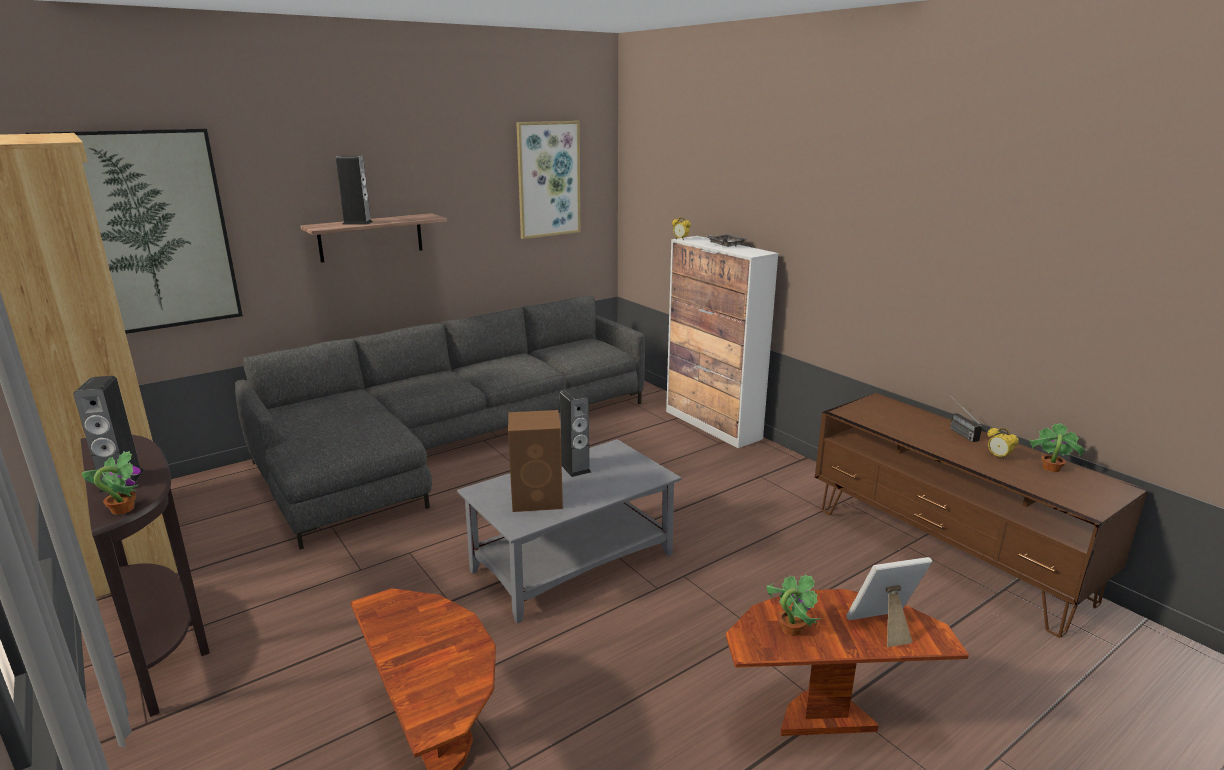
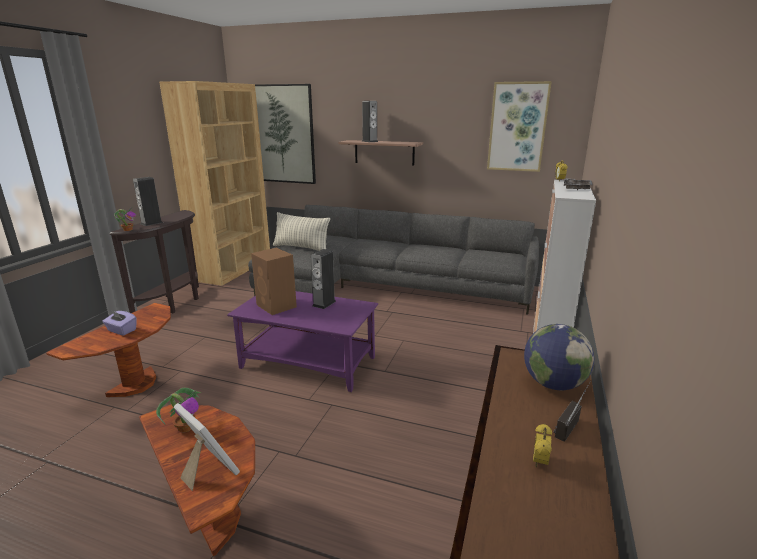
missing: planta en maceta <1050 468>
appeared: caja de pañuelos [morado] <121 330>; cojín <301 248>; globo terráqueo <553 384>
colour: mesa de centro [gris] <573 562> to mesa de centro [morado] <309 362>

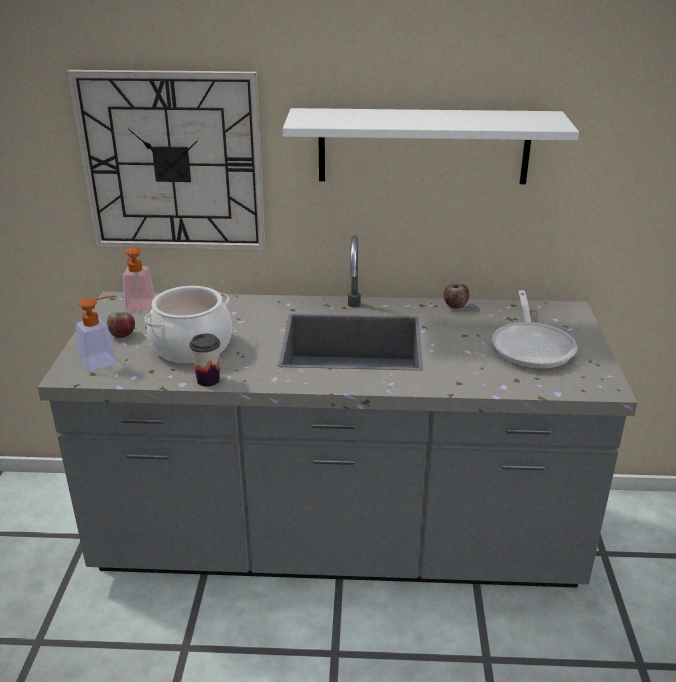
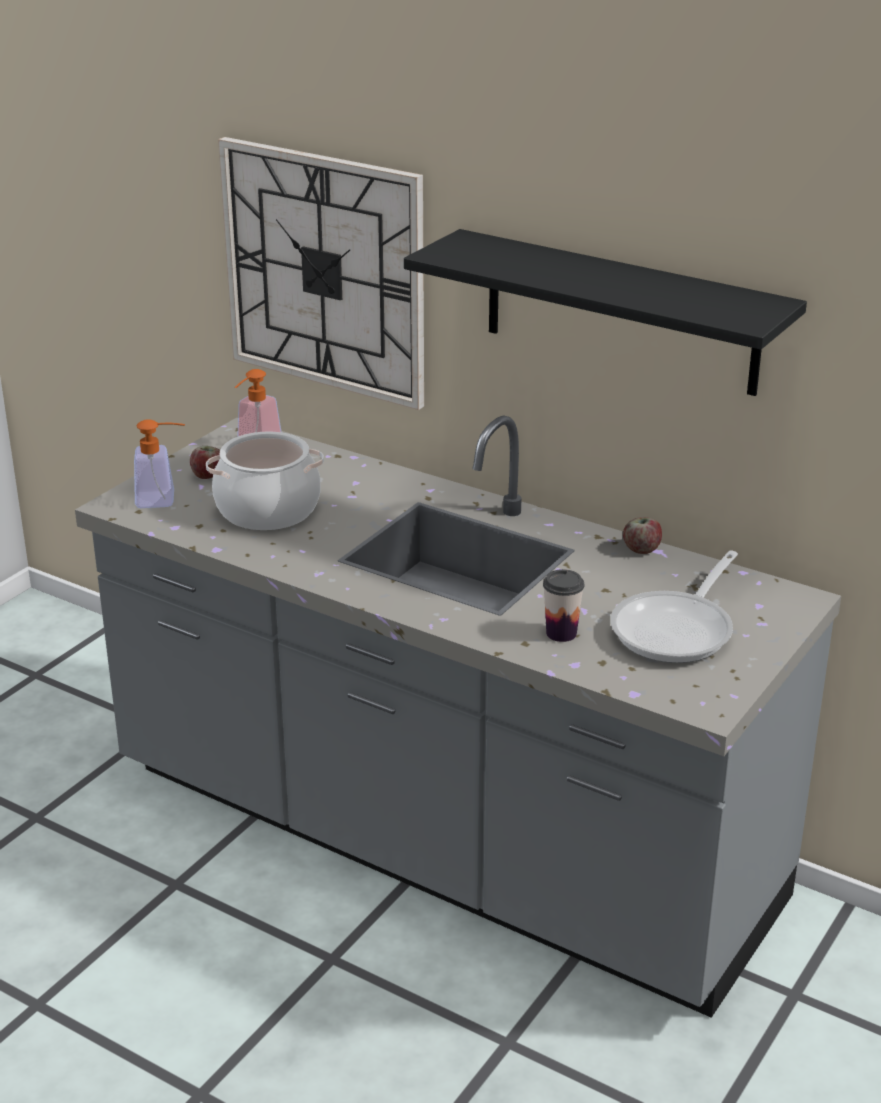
relocated: taza <208 380> to <561 633>
colour: estante [blanco] <423 146> to estante [negro] <620 312>

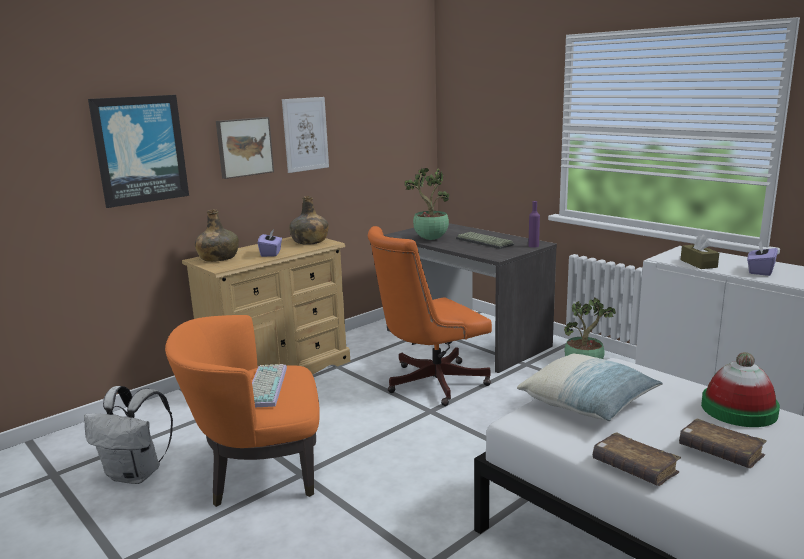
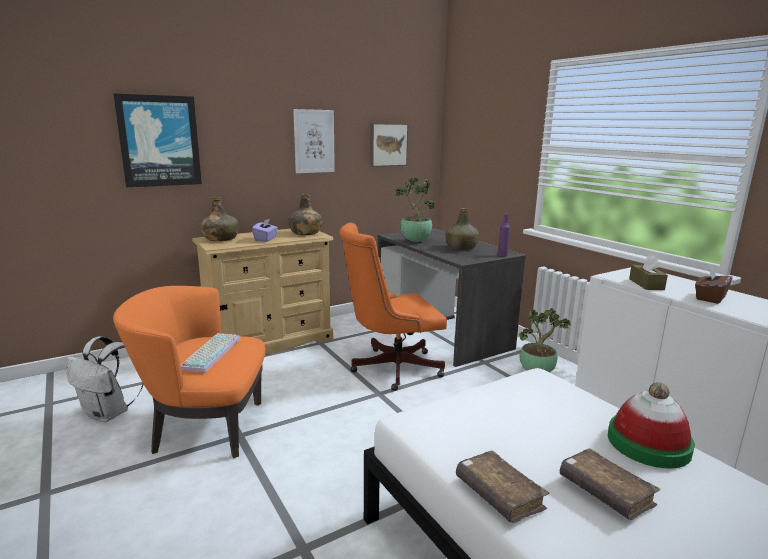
missing: cojín <588 403>
relocated: cuadro <244 147> to <387 144>
exchanged: teclado <485 241> to botella [verde] <461 247>
colour: caja de pañuelos [morado] <760 271> to caja de pañuelos [marrón] <709 298>

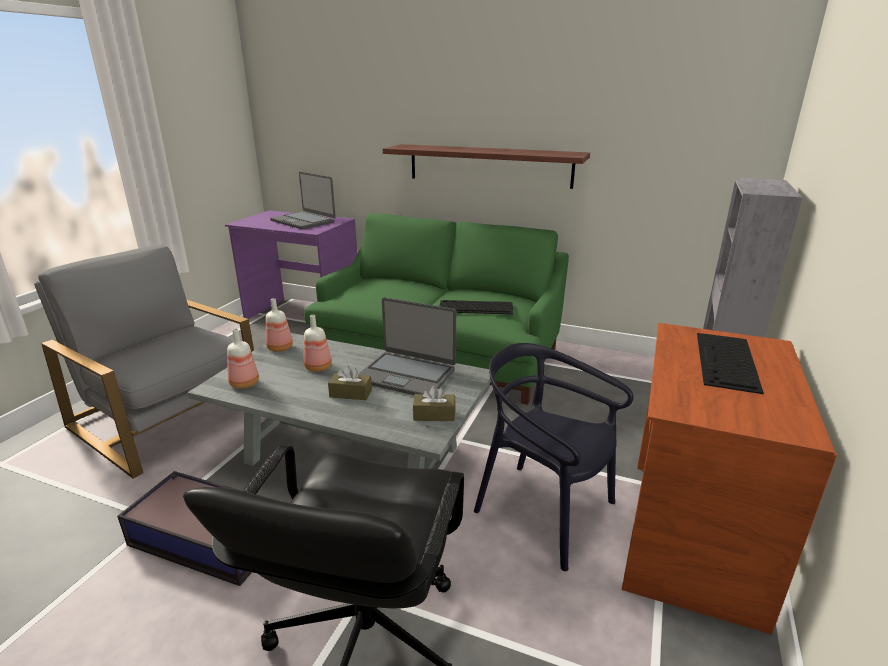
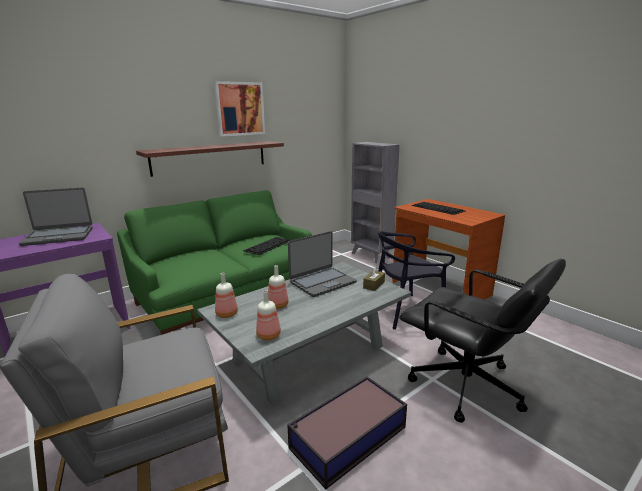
missing: caja de pañuelos [marrón] <350 393>
appeared: cuadro <240 109>

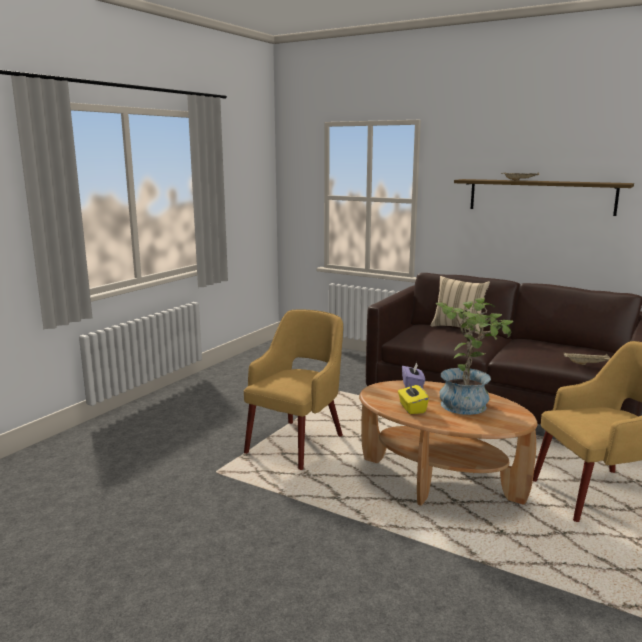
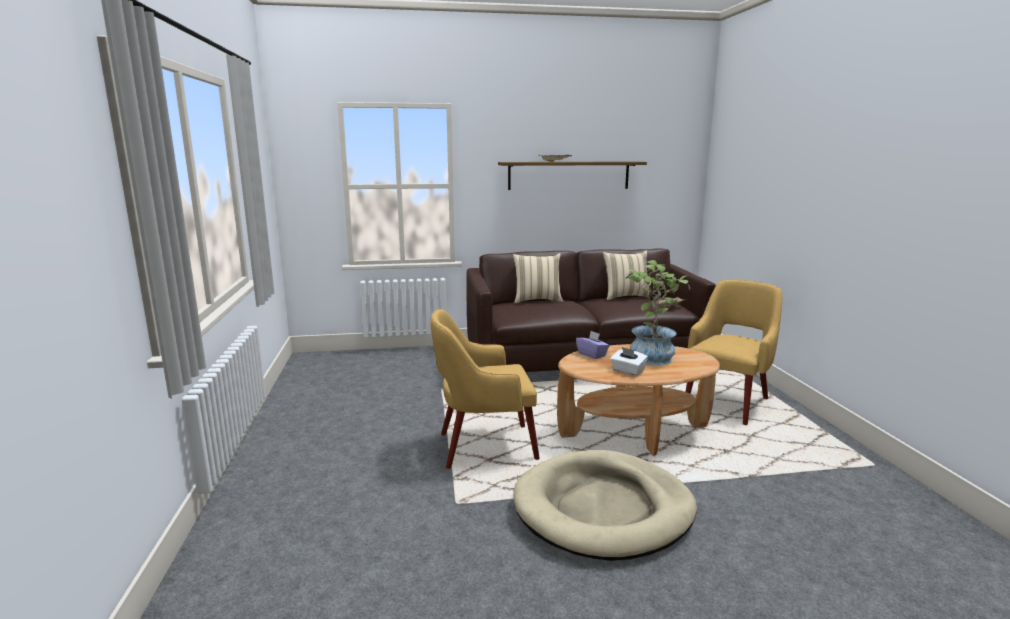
appeared: cama para perro [beis] <603 509>; cojín [beis] <625 296>
colour: caja de pañuelos [amarillo] <412 408> to caja de pañuelos [blanco] <628 371>
spun: sillón [amarillo] <297 443> = <484 446> 90 degrees counterclockwise

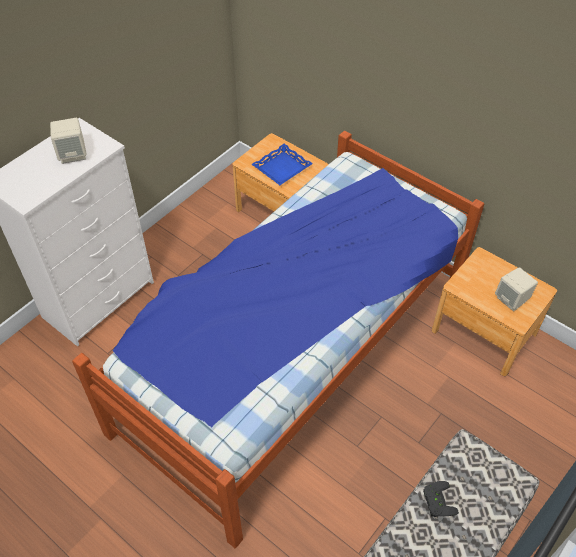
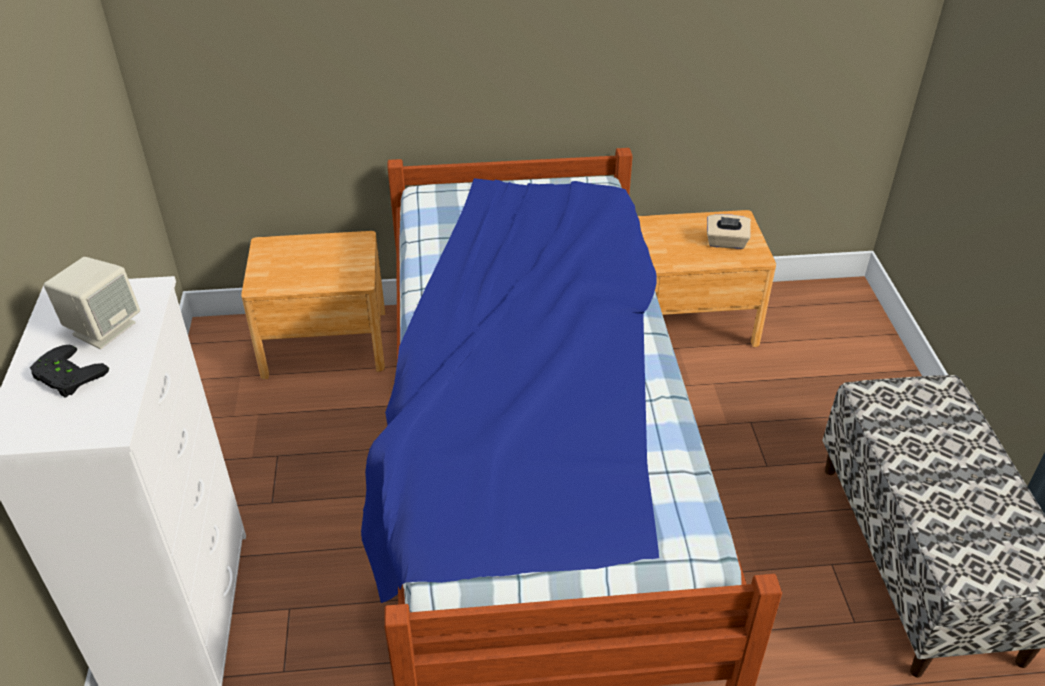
missing: bandeja [azul] <282 168>
relocated: mando de consola [negro] <436 501> to <65 377>
exchanged: altavoz [beis] <512 299> to caja de pañuelos [beis] <726 242>

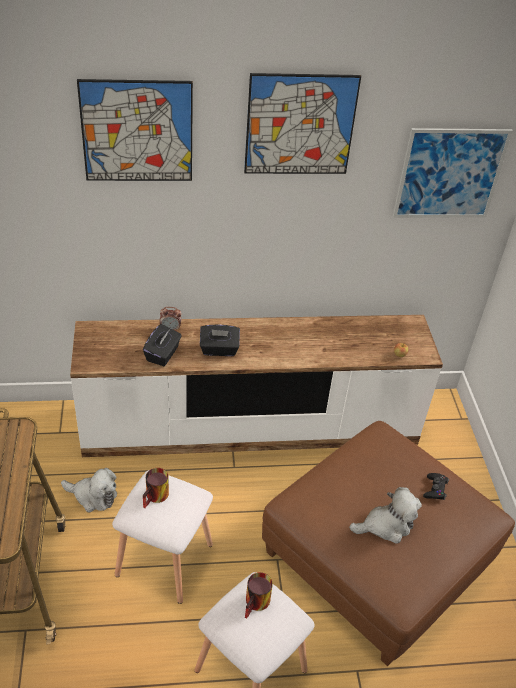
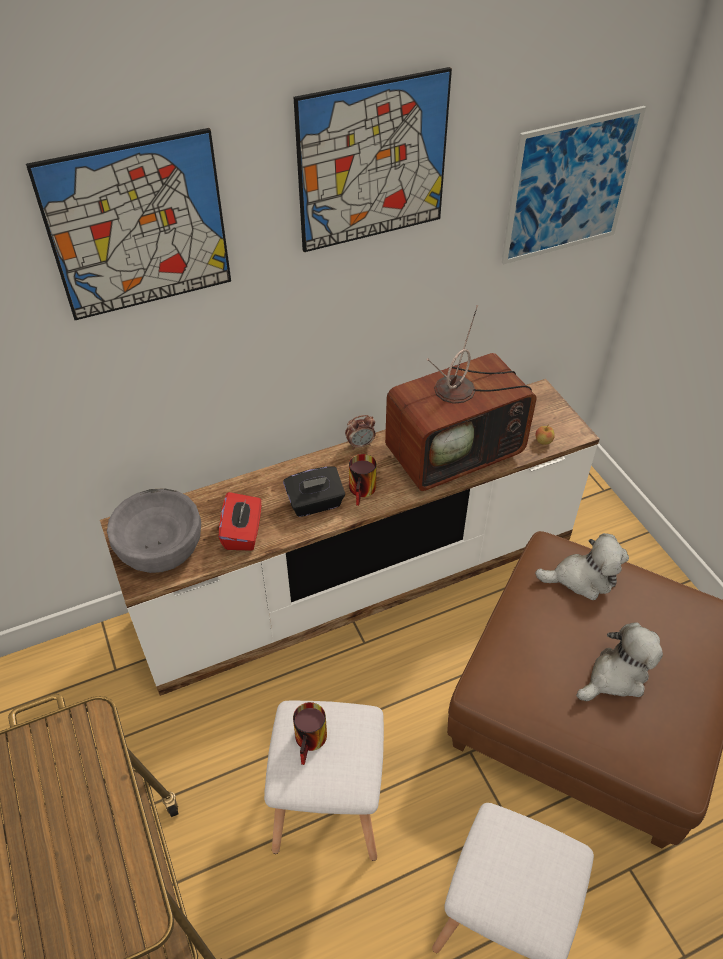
missing: mando de consola [negro] <435 489>
appeared: cuenco [gris] <160 546>; televisor <455 450>
relocated: peluche <93 496> to <582 578>; despertador <170 329> to <360 444>; taza grande <257 604> to <364 491>
colour: caja de pañuelos [negro] <163 354> to caja de pañuelos [rojo] <243 533>

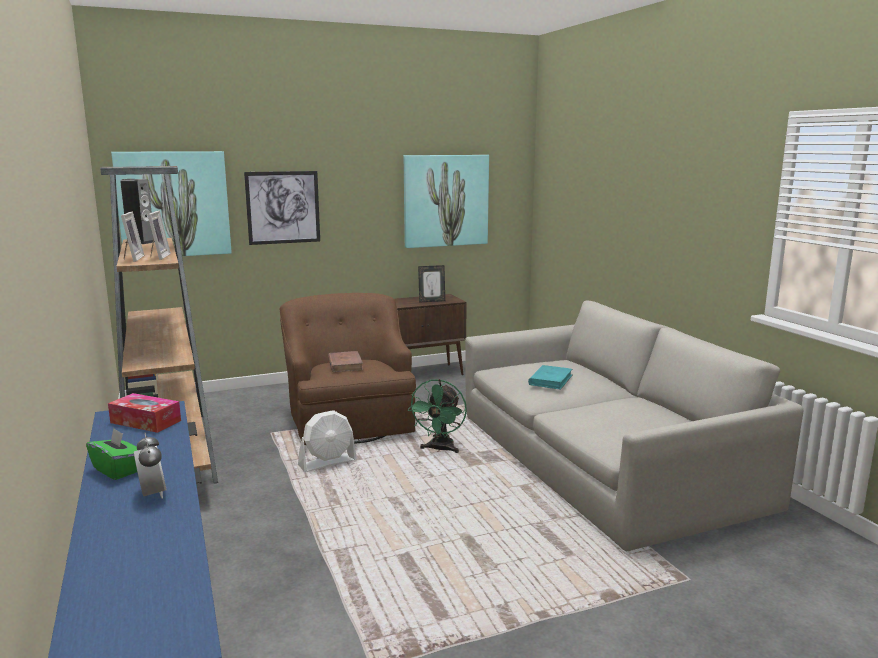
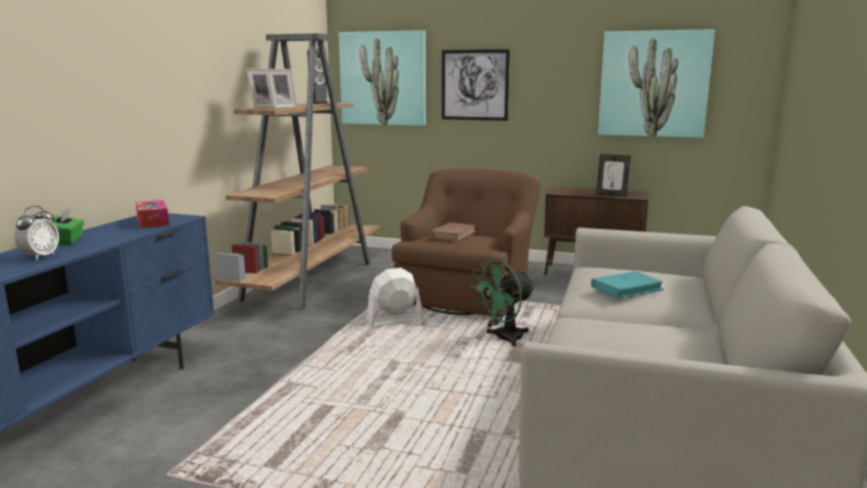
spun: ventilador [blanco] <328 463> = <395 320> 150 degrees clockwise

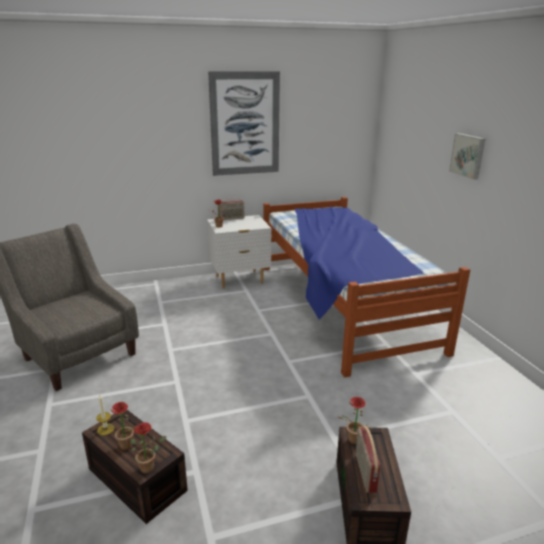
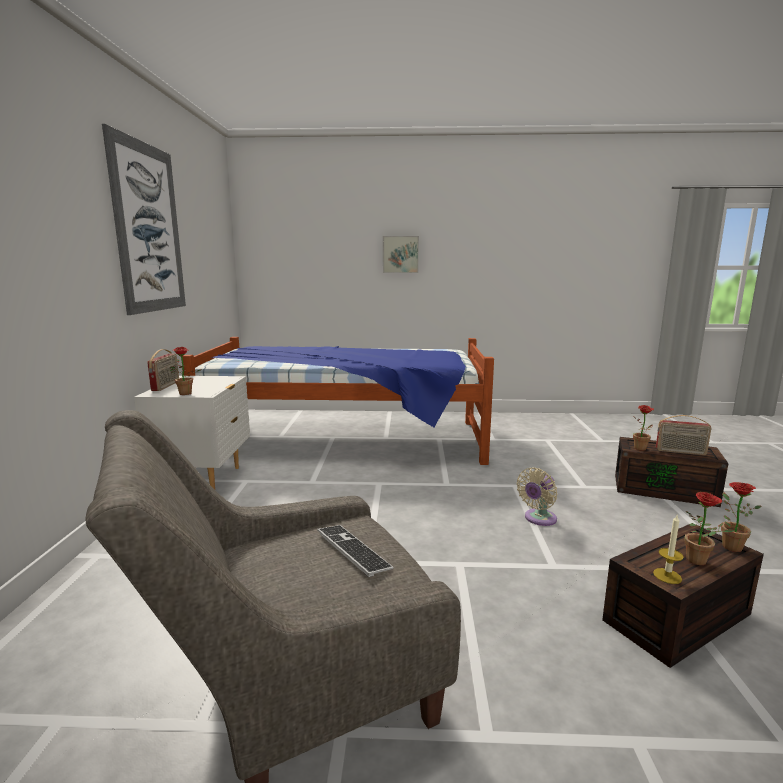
appeared: teclado <353 551>; ventilador [beis] <538 519>

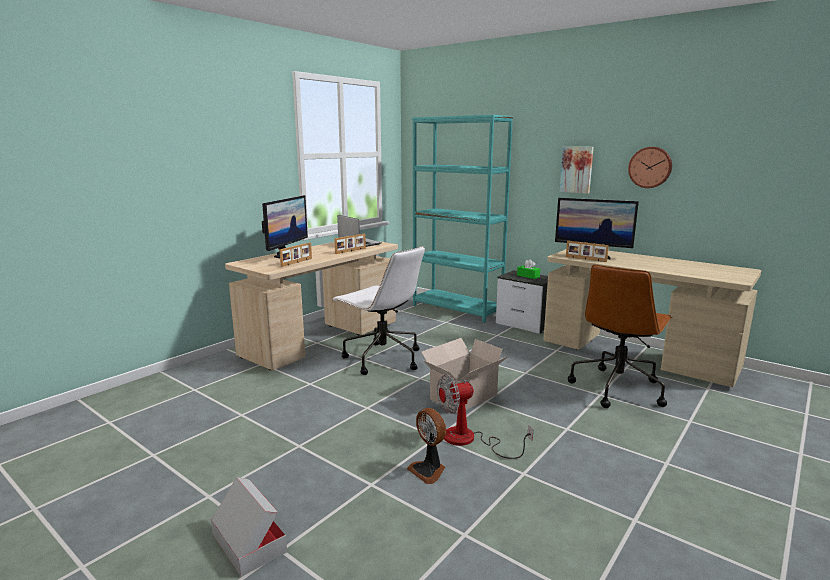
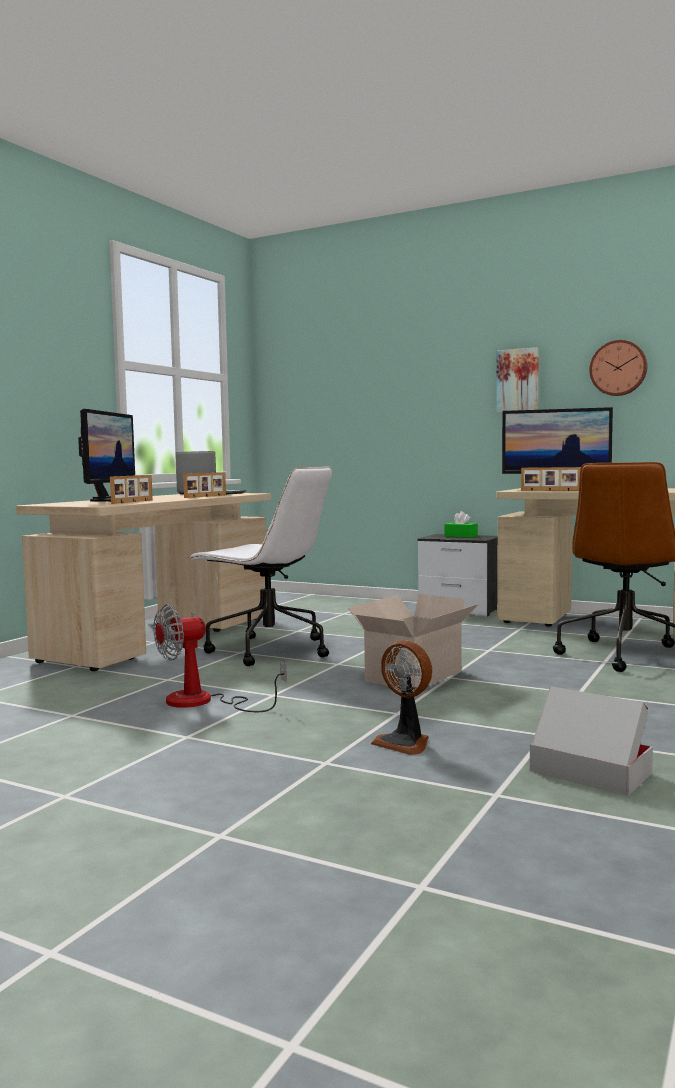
missing: estantería [turquesa] <457 309>
relocated: caja de cartón <249 543> to <590 772>; ventilador <469 440> to <204 702>

